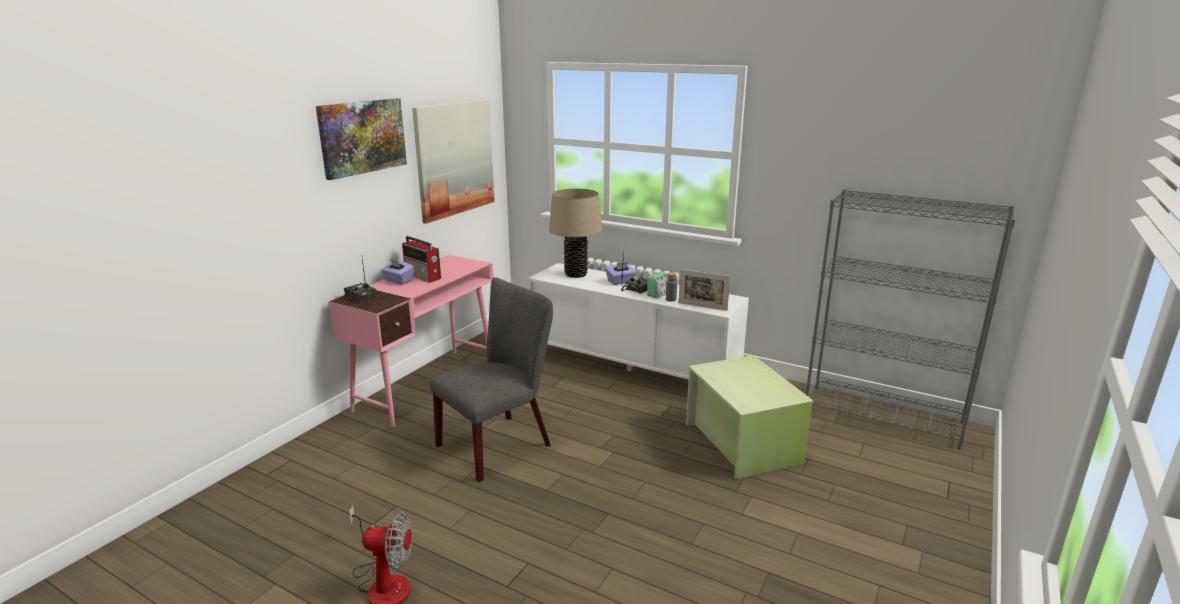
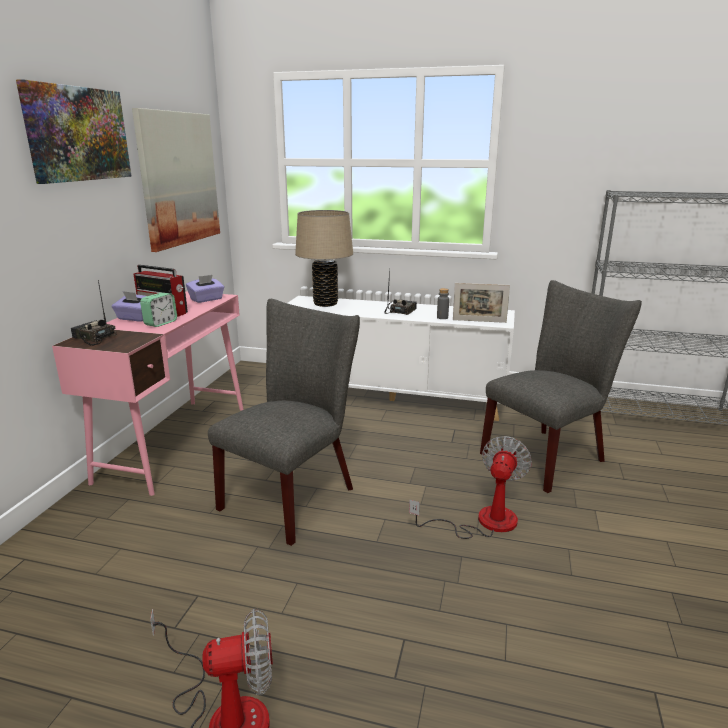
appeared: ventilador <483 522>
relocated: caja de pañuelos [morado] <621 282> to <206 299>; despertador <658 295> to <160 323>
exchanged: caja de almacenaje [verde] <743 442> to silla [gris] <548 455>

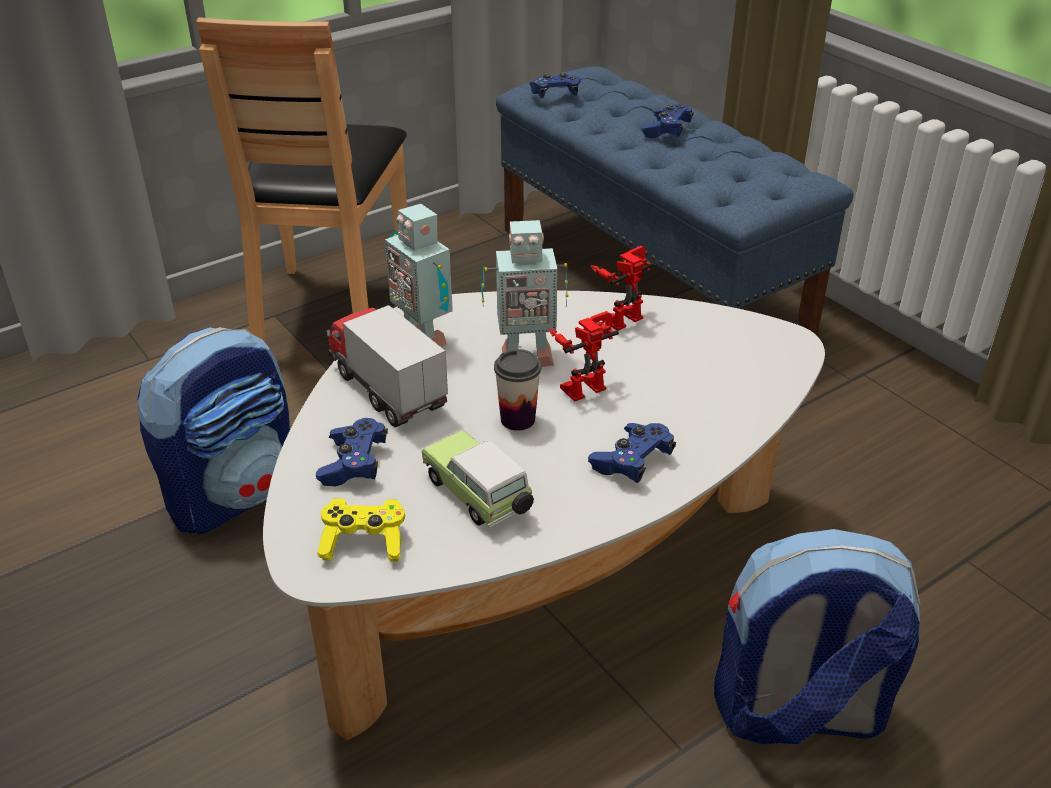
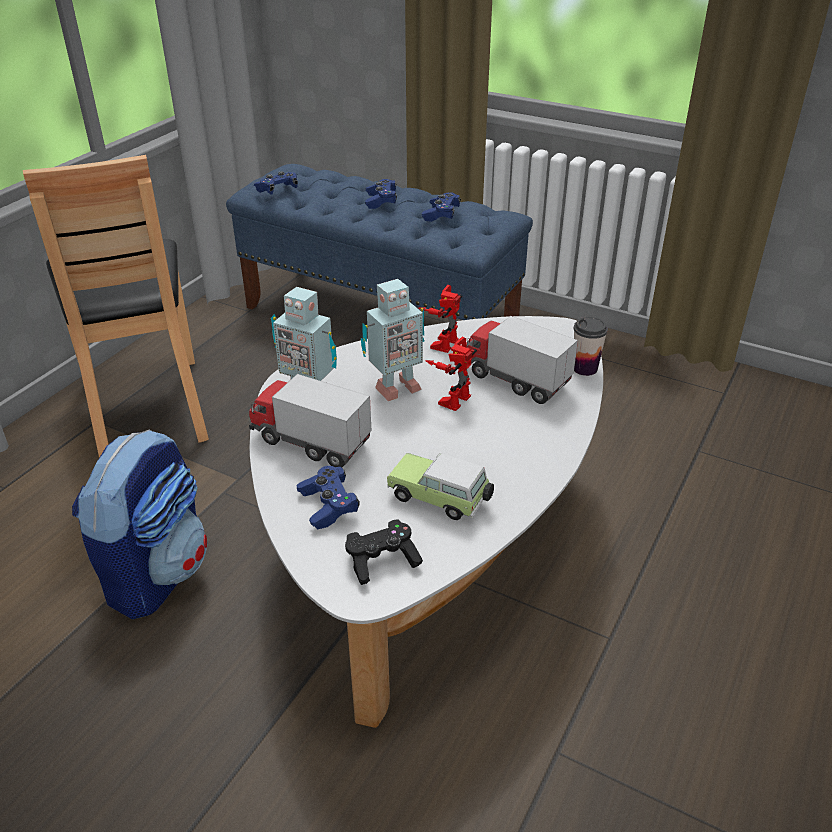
missing: mochila <797 712>
appeared: camión de juguete <515 379>
relocated: taza <517 419> to <585 368>; mando de consola [azul] <632 462> to <441 214>
colour: mando de consola [amarillo] <364 542> to mando de consola [negro] <382 561>

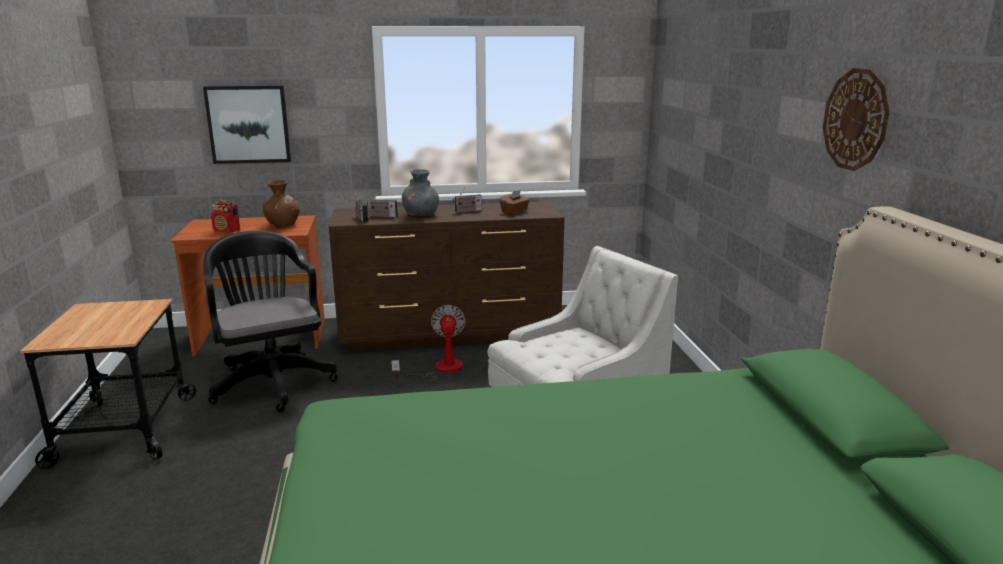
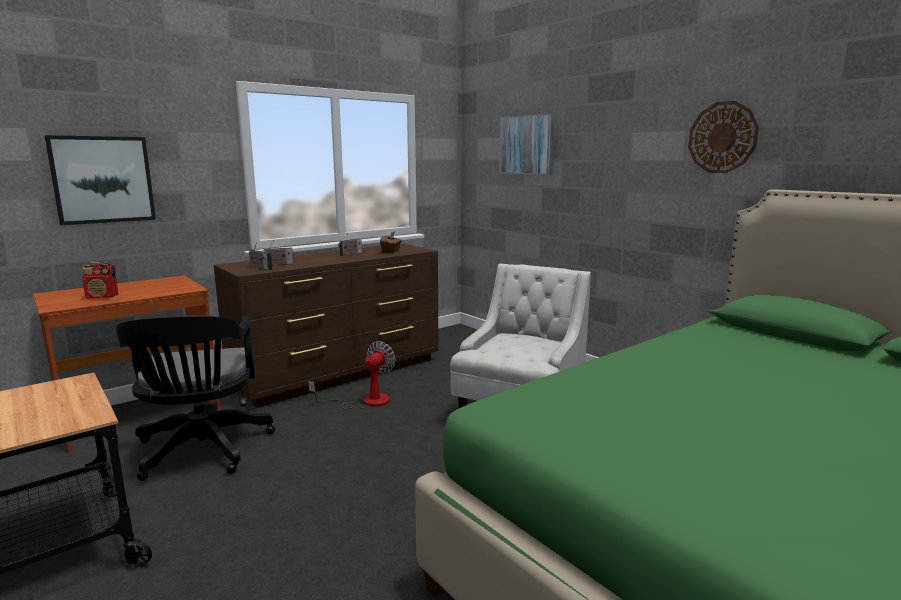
missing: florero [marrón] <283 225>; florero [gris] <421 214>
appeared: cuadro <527 145>
spun: silla de oficina [negro] <272 381> = <202 451> 135 degrees counterclockwise; ventilador <440 369> = <365 401> 60 degrees clockwise

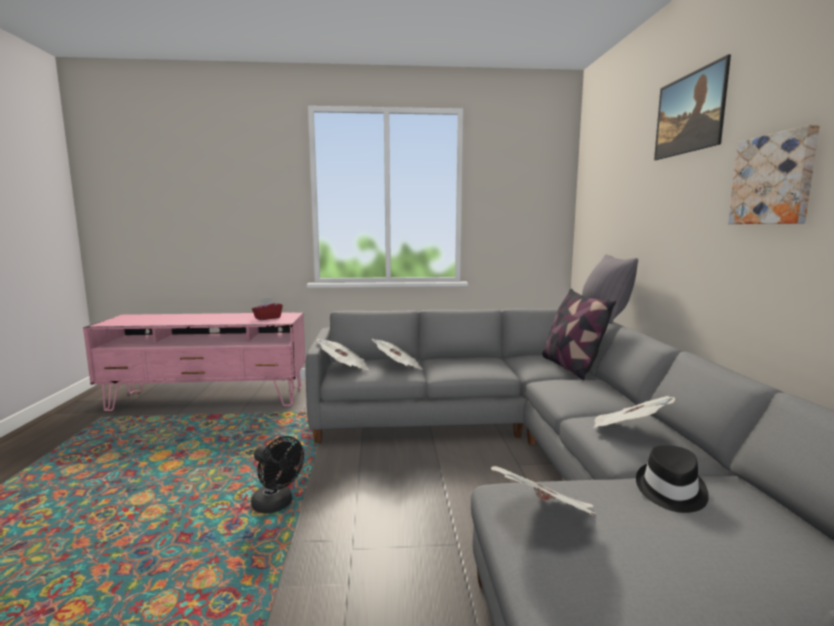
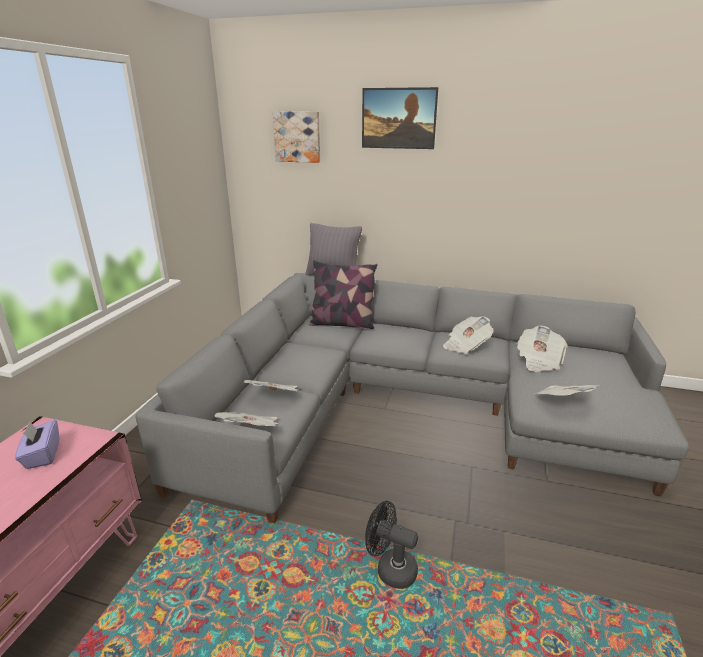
relocated: cuadro <774 179> to <297 137>
exchanged: sombrero [negro] <670 490> to periódico <538 361>
colour: caja de pañuelos [rojo] <267 318> to caja de pañuelos [morado] <42 455>
spun: ventilador [negro] <277 505> = <390 568> 120 degrees counterclockwise

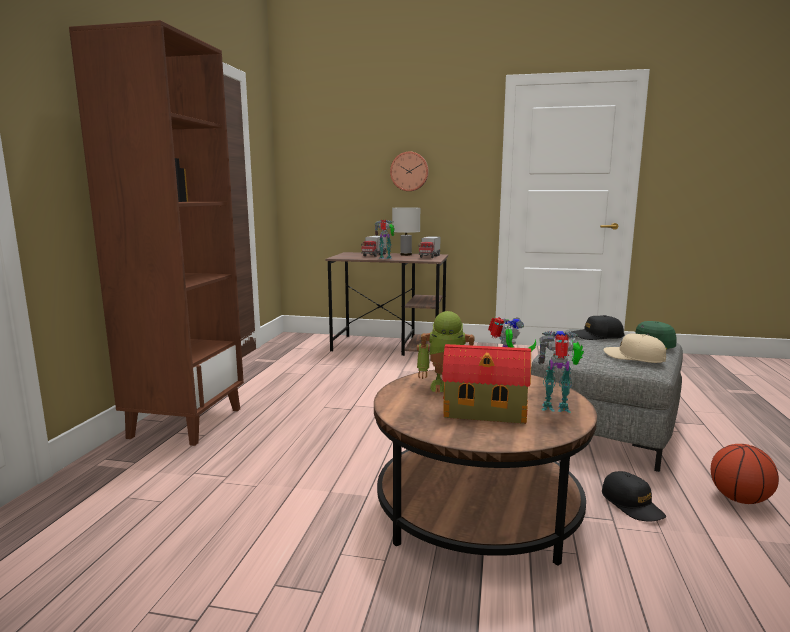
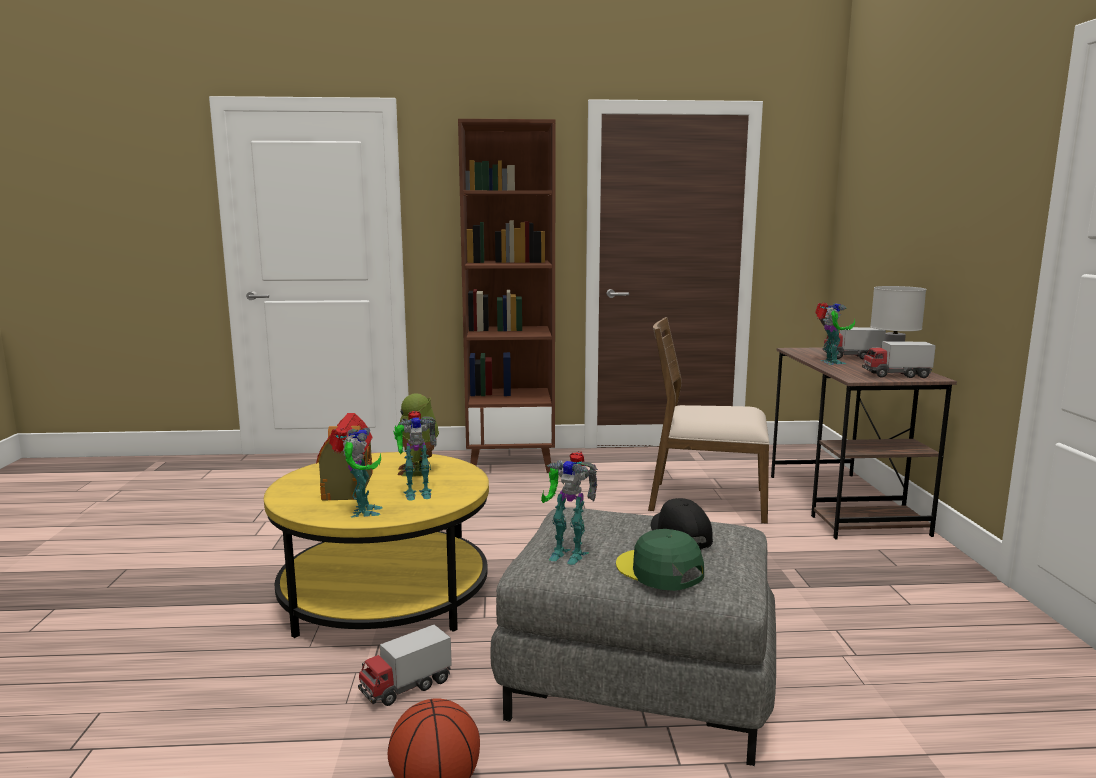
missing: reloj de pared <409 171>
appeared: silla [marrón] <707 500>
exchanged: gorra [negro] <632 504> to camión de juguete <406 687>; gorra [beis] <634 357> to robot de juguete <567 553>
colour: mesa de centro [marrón] <478 508> to mesa de centro [amarillo] <385 595>

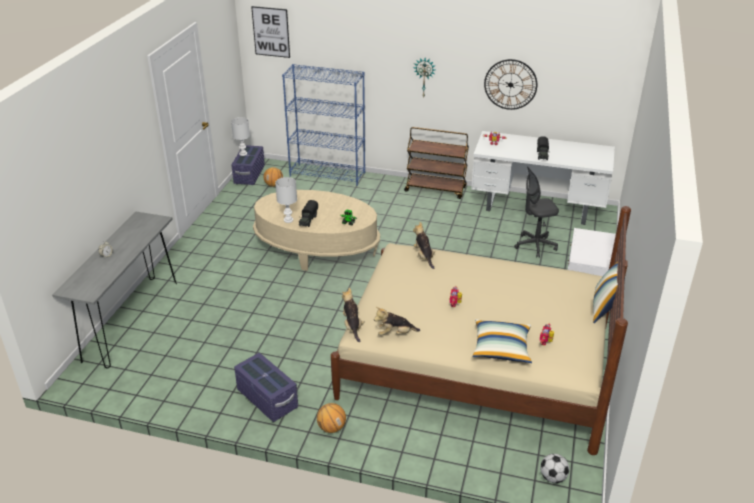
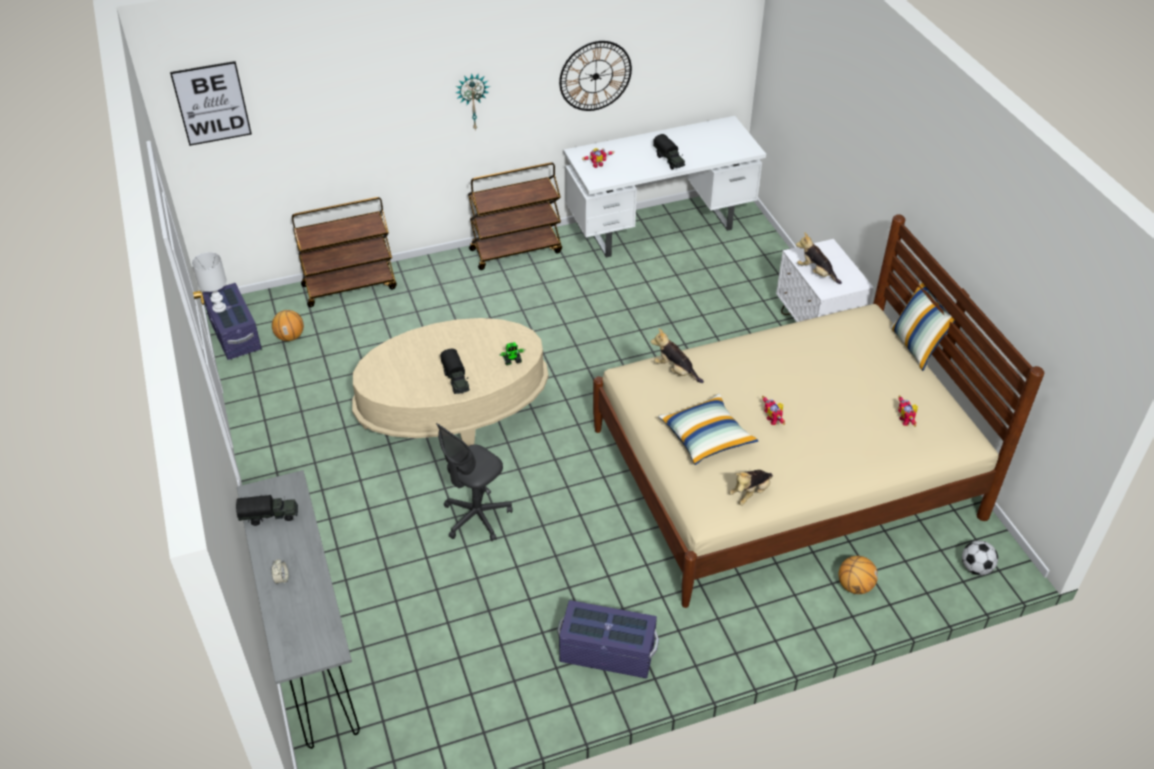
missing: lámpara de mesa [blanco] <288 220>
appeared: camión de juguete <270 516>
relocated: balón de baloncesto <331 428> to <854 586>; peluche <352 326> to <816 273>; cojín <501 348> to <706 437>; silla de oficina [gris] <535 245> to <476 517>
exchanged: estantería [azul] <328 174> to carrito [marrón] <350 286>

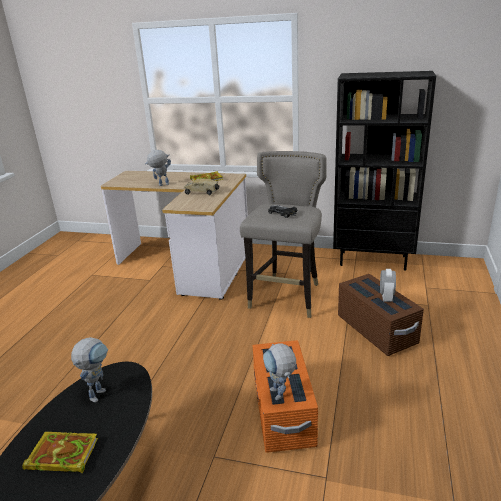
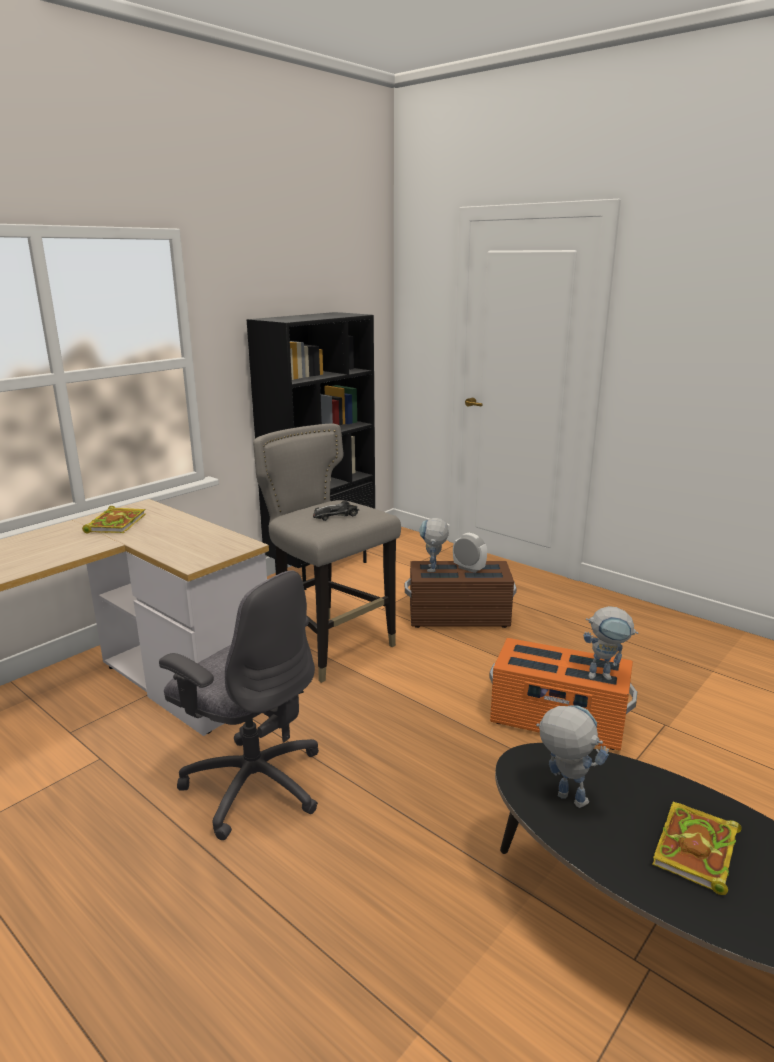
missing: camión de juguete <202 192>
appeared: silla de oficina [gris] <253 783>
relocated: robot de juguete <161 185> to <433 571>

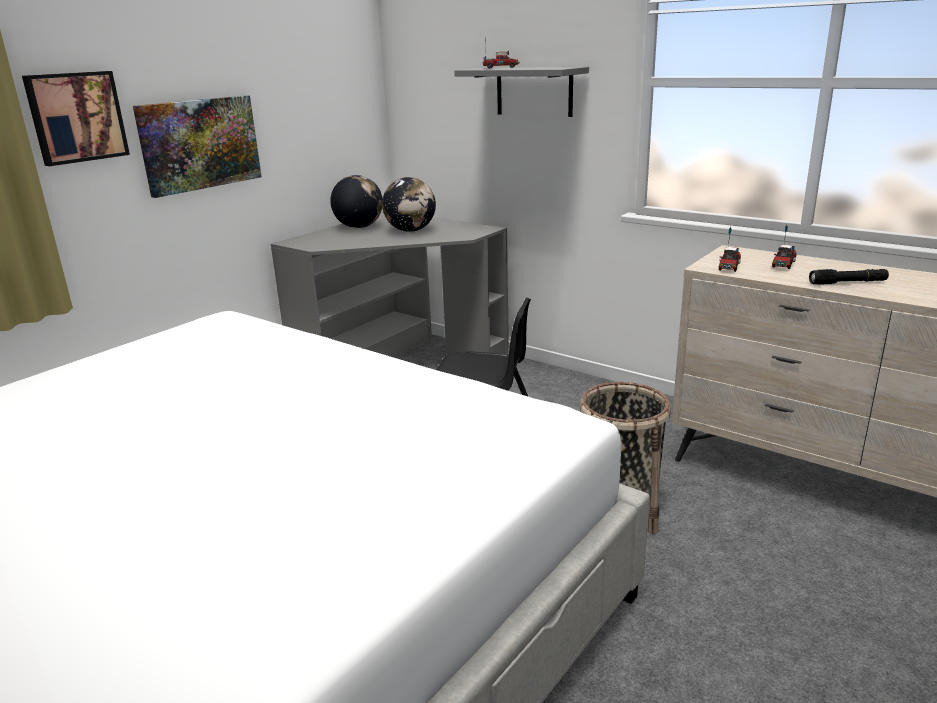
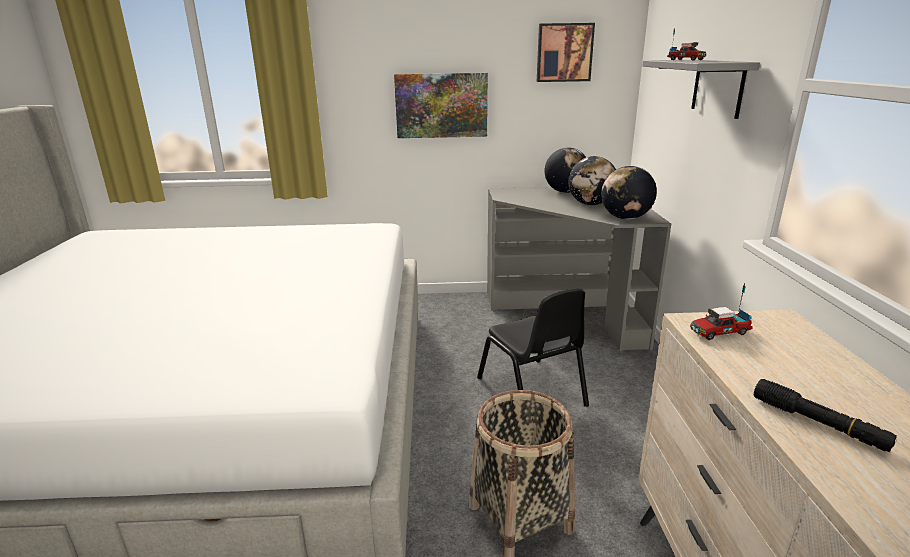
missing: camión de juguete <783 264>
appeared: globo terráqueo <625 218>
relocated: cuadro <76 117> to <564 52>

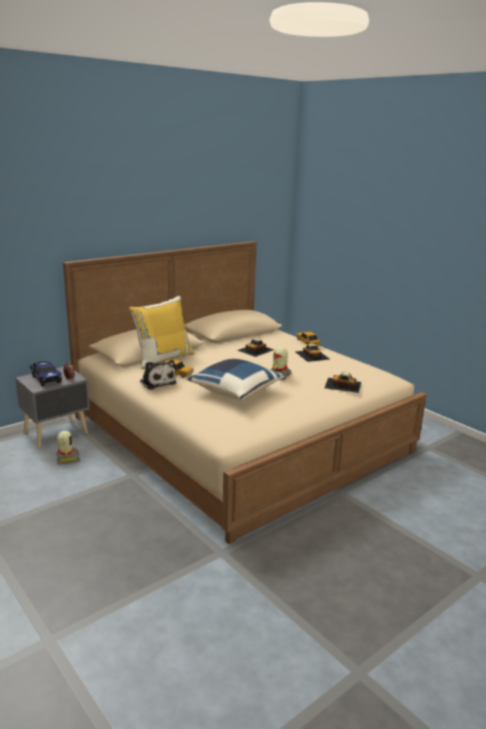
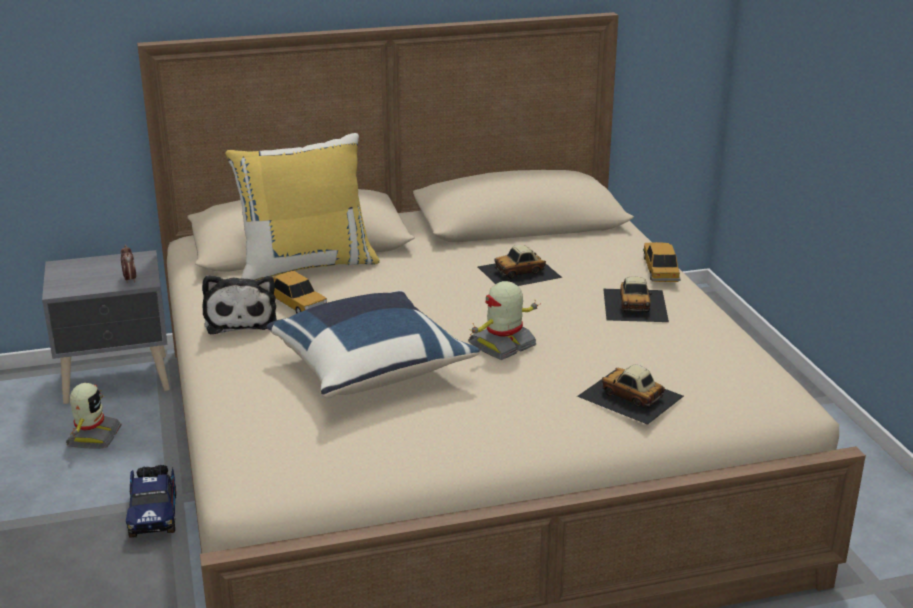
relocated: camión de juguete <46 379> to <154 513>

